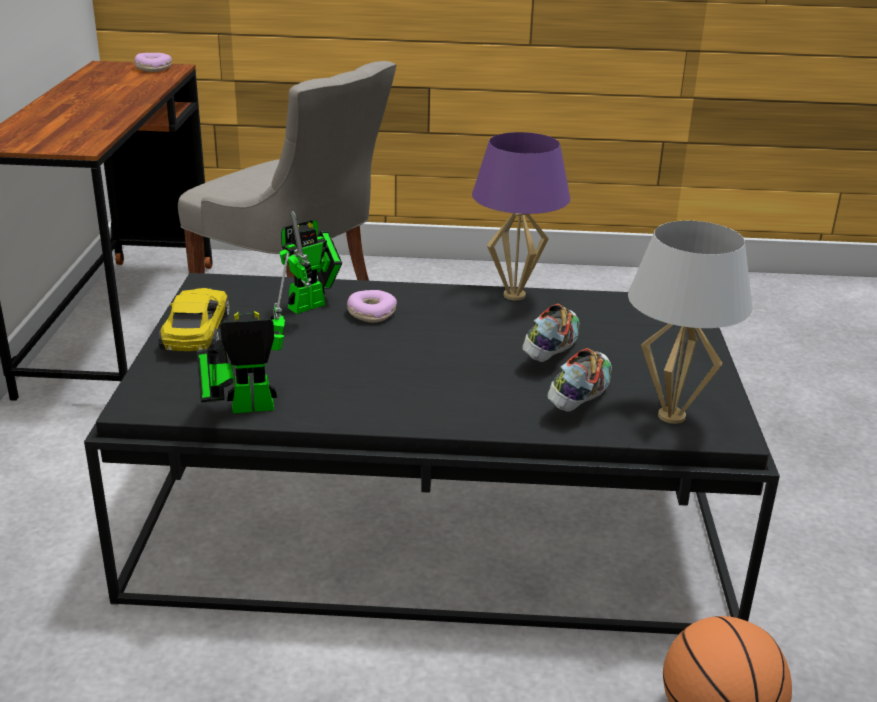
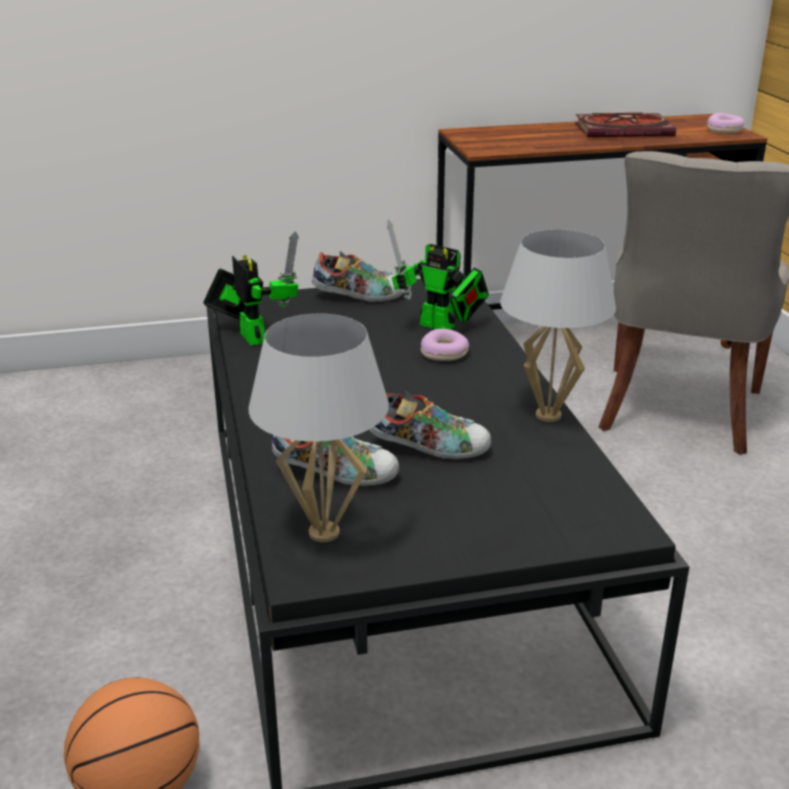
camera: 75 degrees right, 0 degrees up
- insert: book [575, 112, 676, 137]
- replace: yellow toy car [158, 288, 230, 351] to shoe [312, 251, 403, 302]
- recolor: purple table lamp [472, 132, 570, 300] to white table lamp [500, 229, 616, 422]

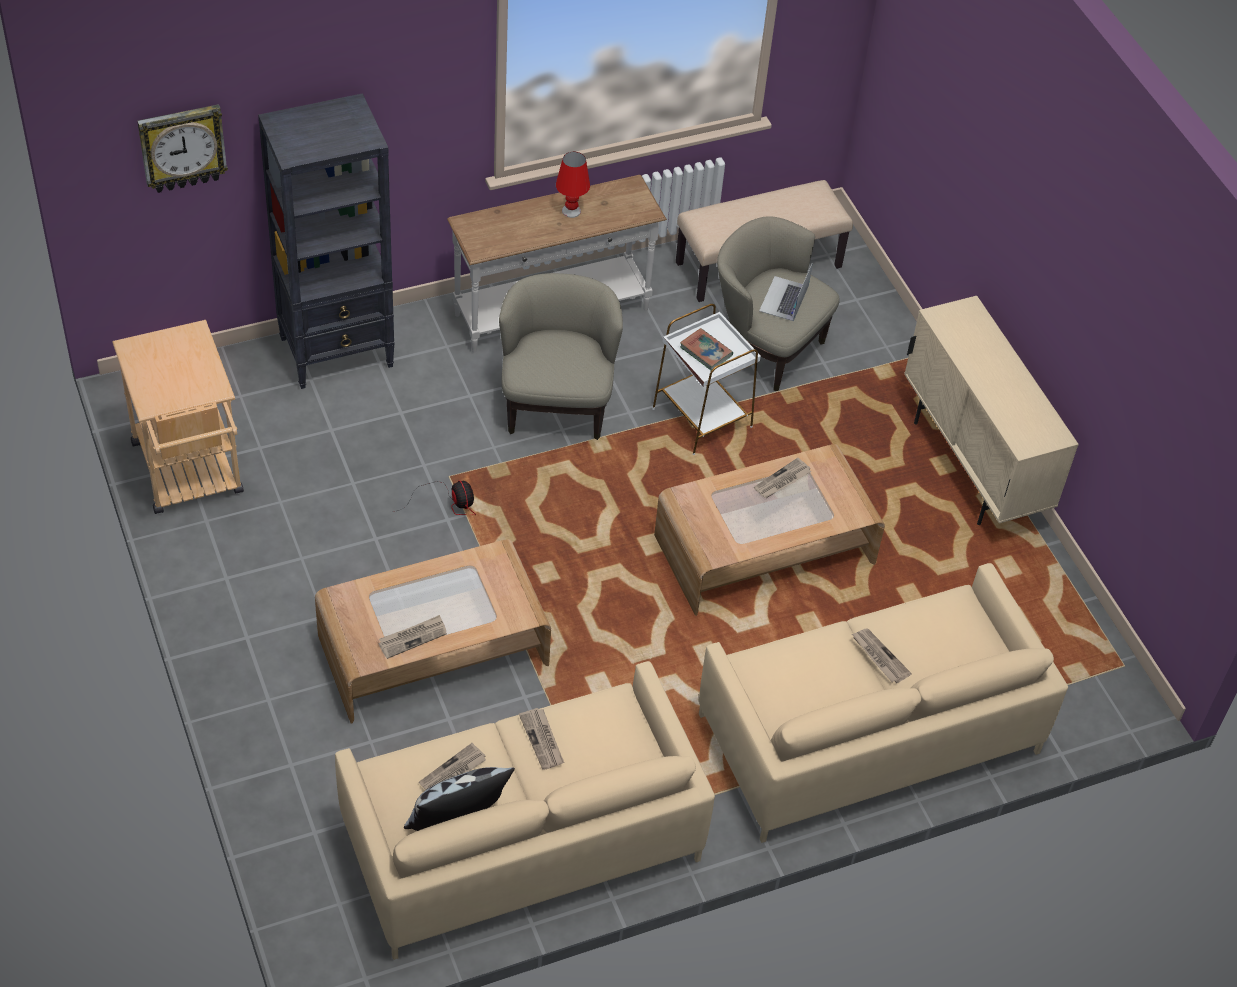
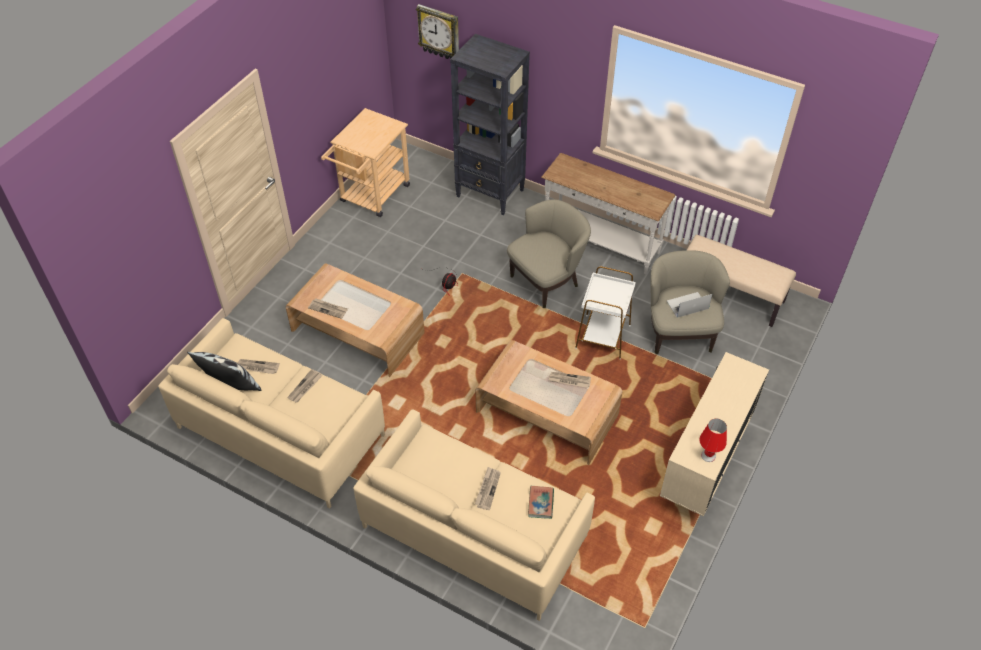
camera: 55 degrees right, 0 degrees up
- move: red table lamp [556, 152, 590, 218] to [699, 419, 727, 462]
- move: book [680, 328, 733, 370] to [528, 486, 554, 519]

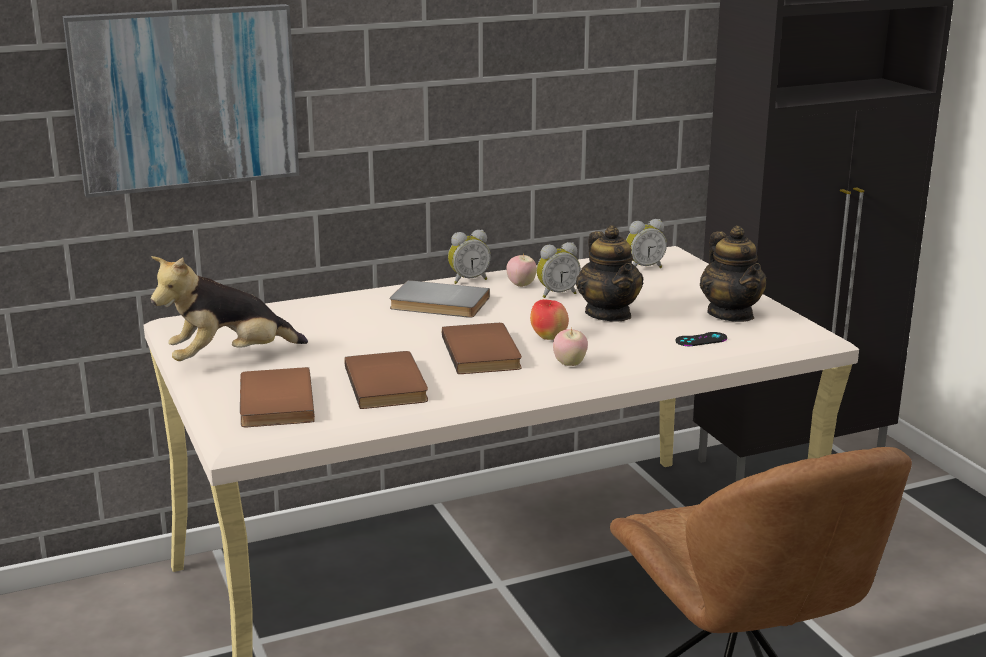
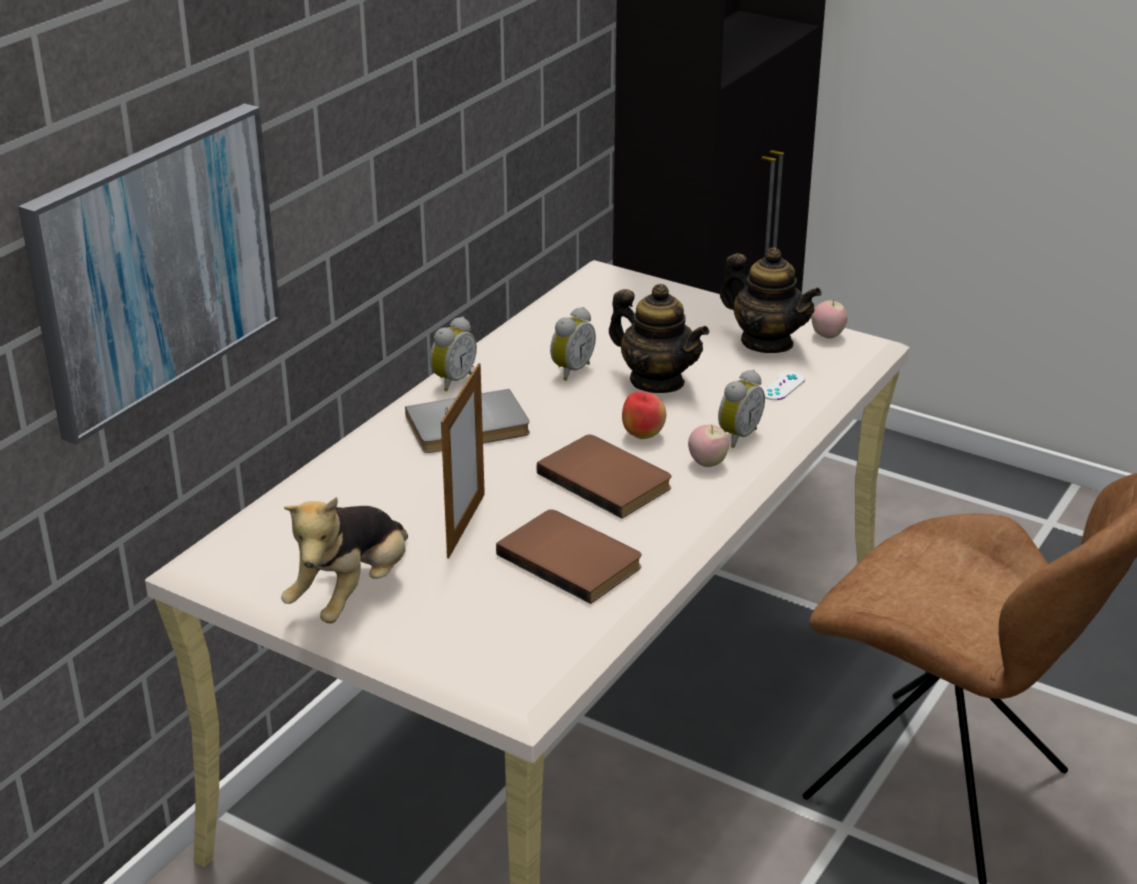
camera: 35 degrees left, 10 degrees up
- delete: brown book [240, 367, 315, 427]
- insert: picture frame [441, 363, 485, 558]
- move: apple [506, 253, 537, 287] to [812, 299, 847, 339]
- move: alarm clock [626, 219, 667, 268] to [718, 369, 765, 448]
- recolor: black game controller [675, 332, 727, 346] to white game controller [762, 371, 805, 400]

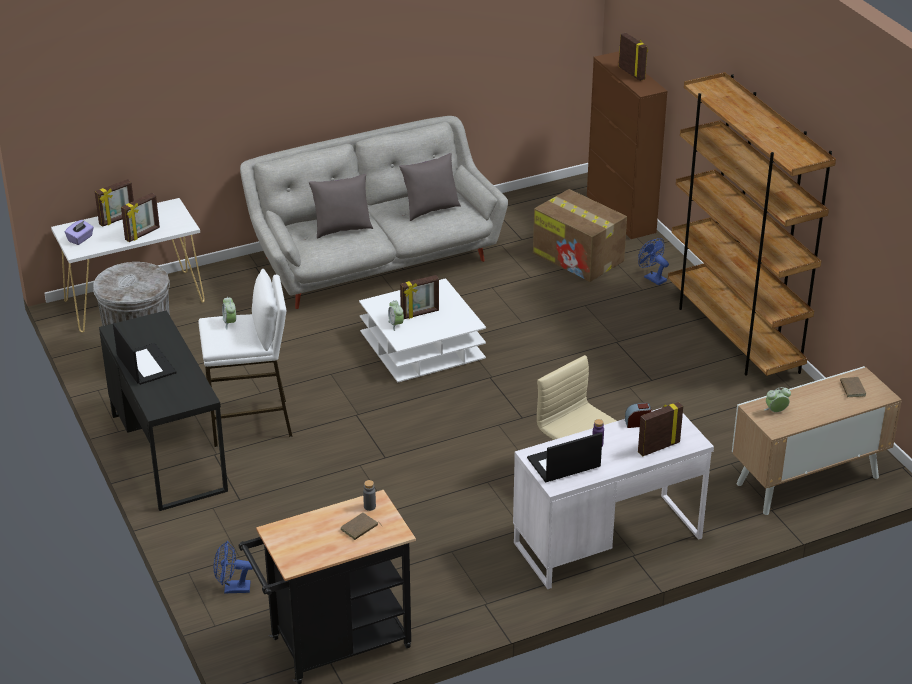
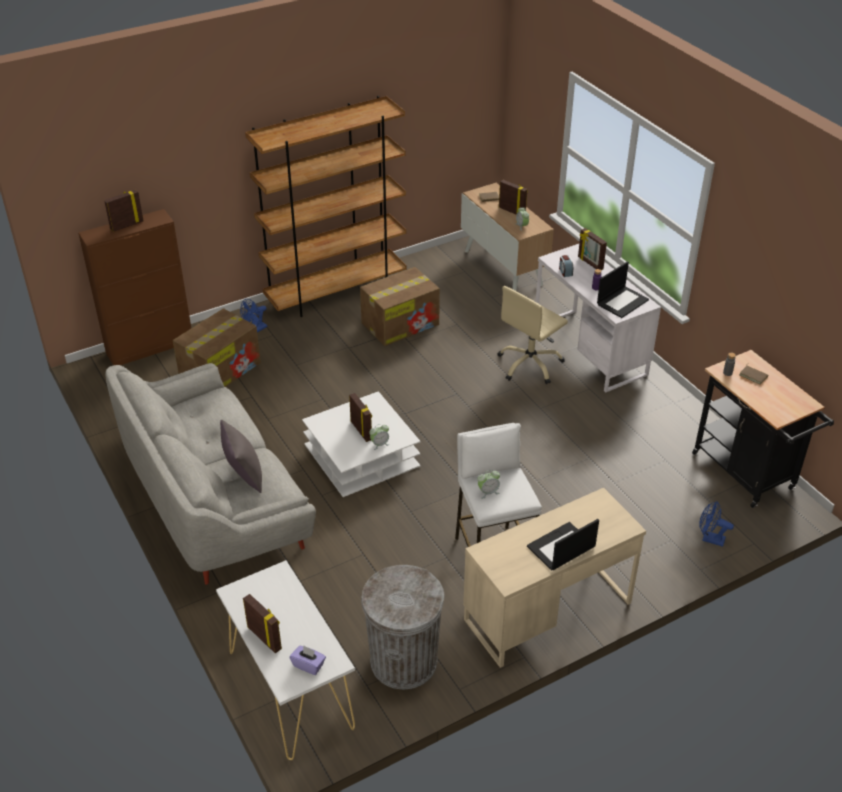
camera: 95 degrees left, 5 degrees up
- delete: grey pillow [399, 153, 461, 221]
- insert: cardboard box [360, 267, 440, 346]
- move: picture frame [121, 193, 160, 242] to [499, 180, 528, 215]
- recolor: black desk [99, 310, 228, 511] to beige desk [463, 488, 646, 668]
- rotate: blue fan [214, 541, 253, 594] = [699, 501, 734, 547] 120 degrees clockwise
- rotate: laptop [527, 432, 603, 482] = [597, 261, 649, 318] 105 degrees counterclockwise

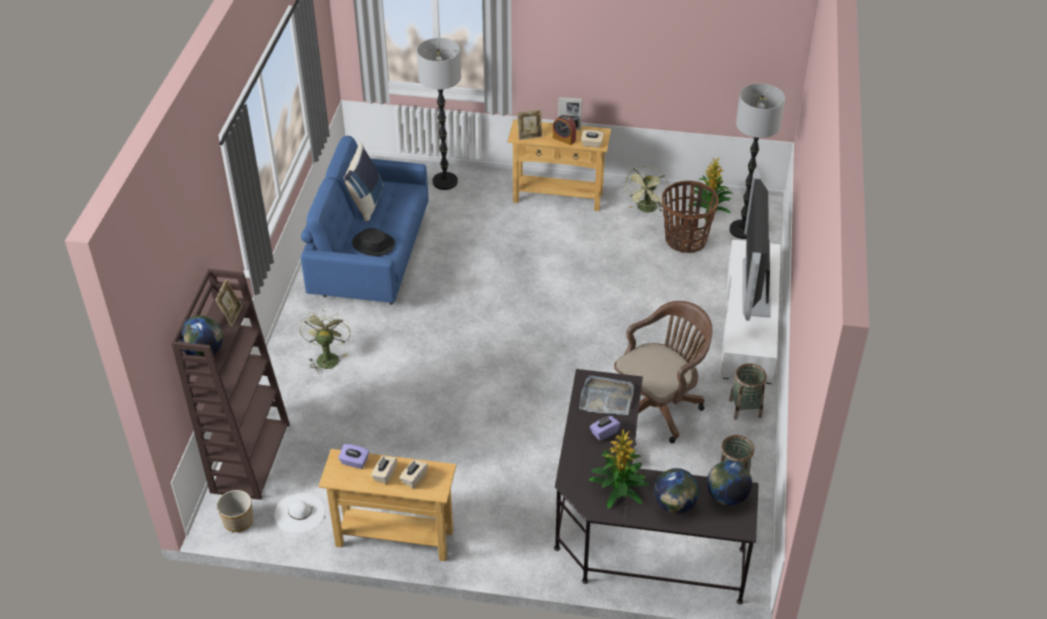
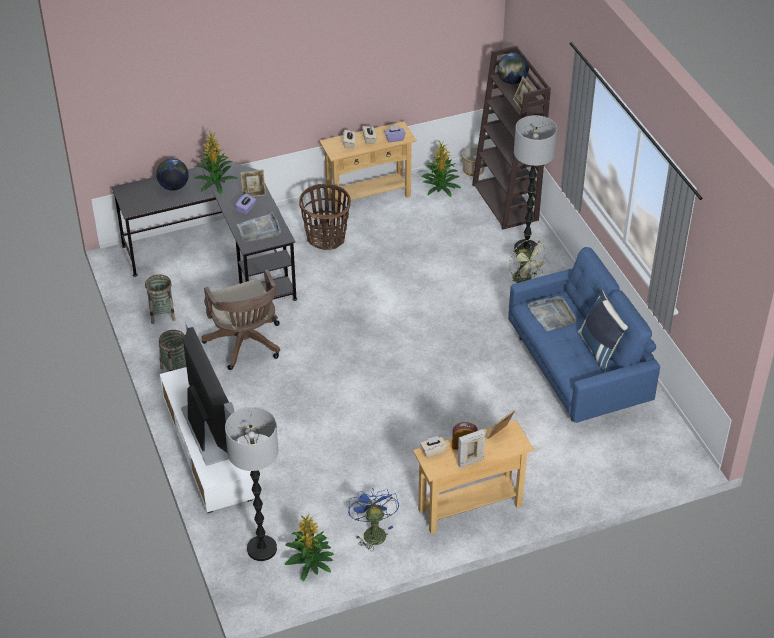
camera: 150 degrees right, 0 degrees up
- delete: globe [707, 460, 752, 506]
- insert: picture frame [240, 170, 266, 197]
- move: floor lamp [417, 38, 461, 190] to [514, 115, 557, 254]
- move: basket [662, 181, 719, 253] to [299, 184, 351, 250]
- replace: white hat [274, 493, 325, 533] to potted plant [422, 141, 461, 197]
- replace: black hat [352, 228, 395, 256] to grey tray [527, 296, 577, 331]
- recolor: green fan [624, 165, 669, 212] to blue fan [348, 488, 399, 551]
- rotate: brown office chair [614, 301, 713, 443] = [202, 269, 280, 370] 45 degrees counterclockwise

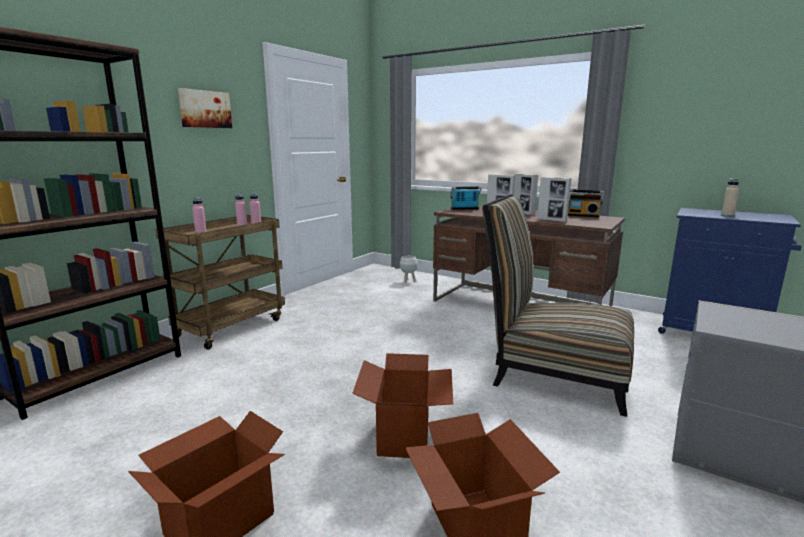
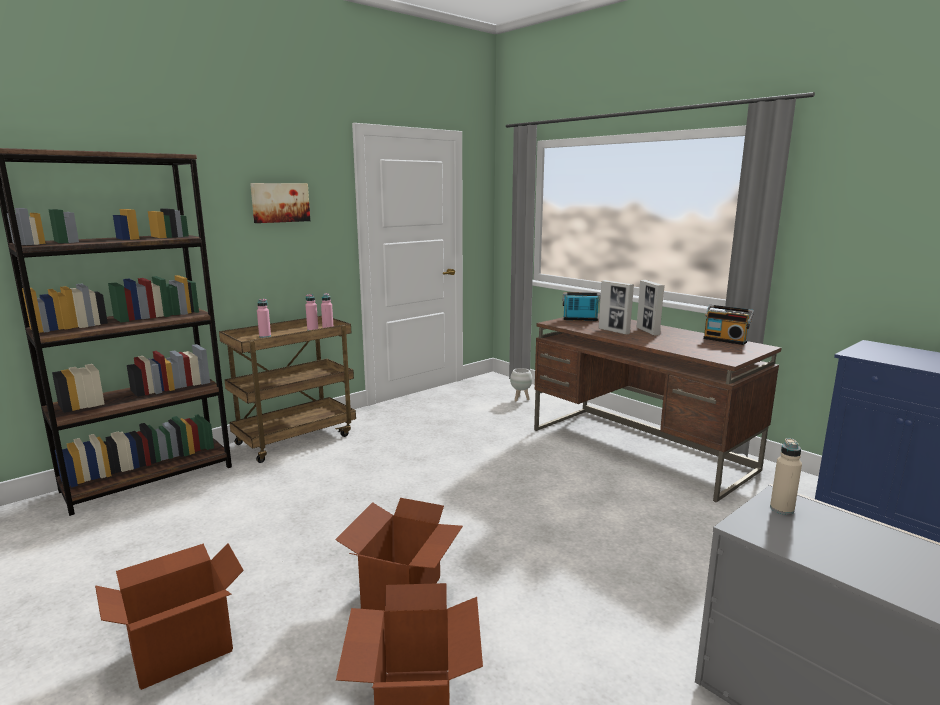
camera: 15 degrees right, 0 degrees up
- delete: chair [482, 194, 634, 417]
- delete: picture frame [537, 177, 572, 222]
- move: beige bottle [721, 178, 739, 217] to [770, 438, 802, 515]

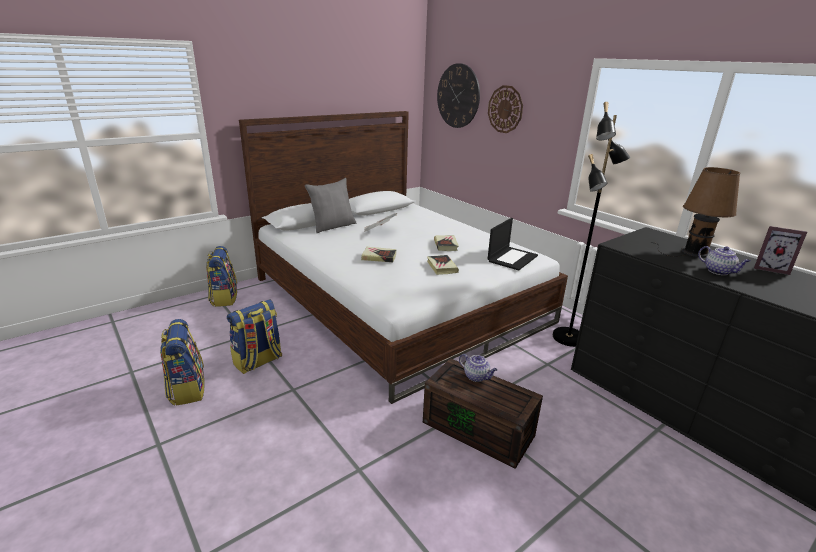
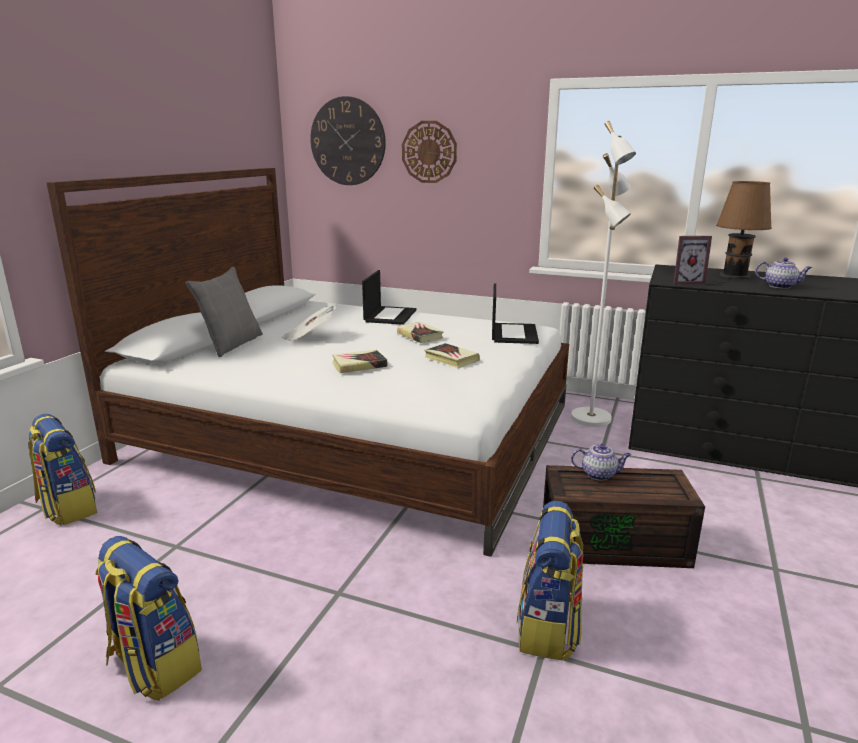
camera: 30 degrees left, 5 degrees down
- insert: laptop [362, 270, 417, 325]
- move: backpack [227, 299, 282, 374] to [517, 501, 584, 661]
- move: picture frame [754, 226, 807, 275] to [673, 236, 712, 285]
- recolor: black floor lamp [553, 102, 630, 347] to white floor lamp [571, 121, 636, 427]

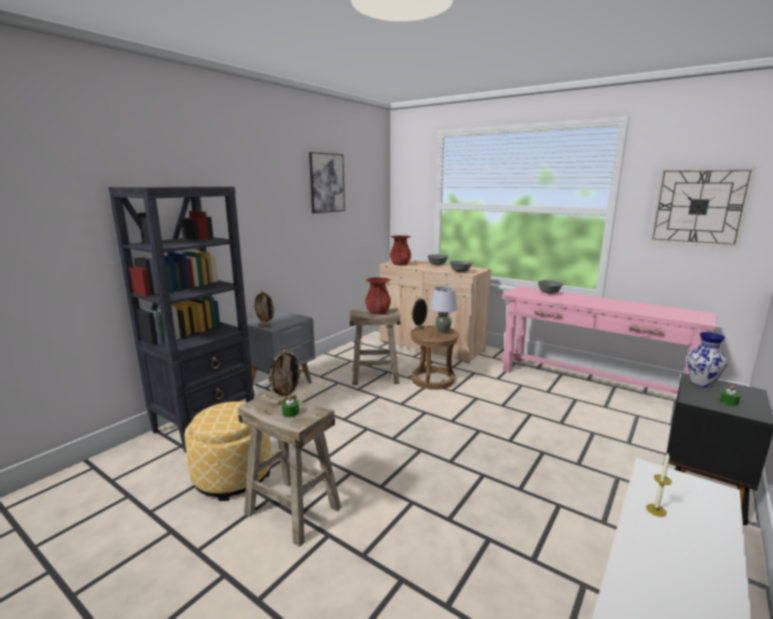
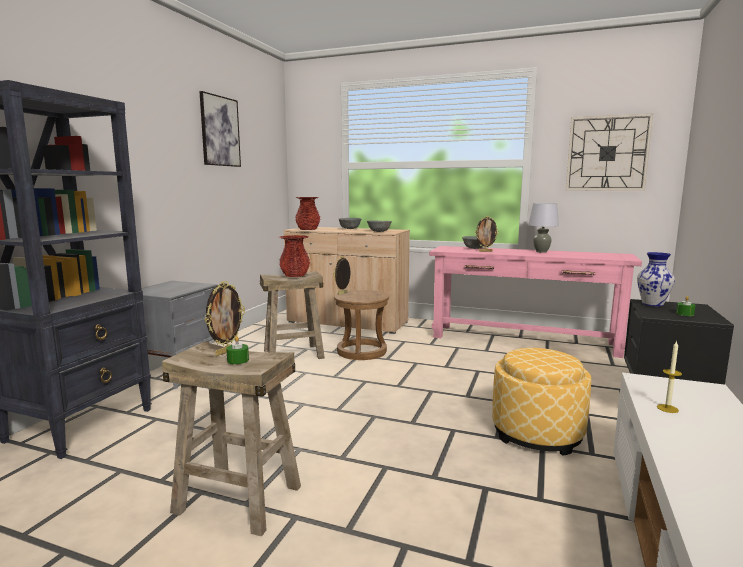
camera: 15 degrees left, 5 degrees down
- move: ottoman [184, 402, 271, 501] to [492, 348, 591, 456]
- move: picture frame [253, 291, 275, 327] to [475, 216, 499, 252]
- move: grey table lamp [430, 286, 458, 333] to [528, 203, 559, 253]

